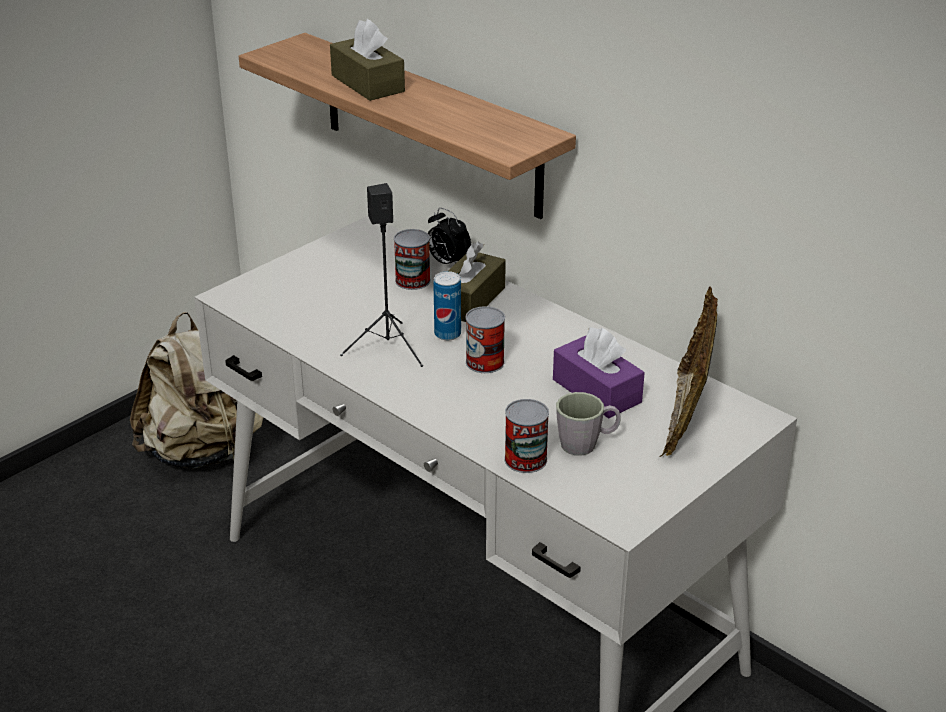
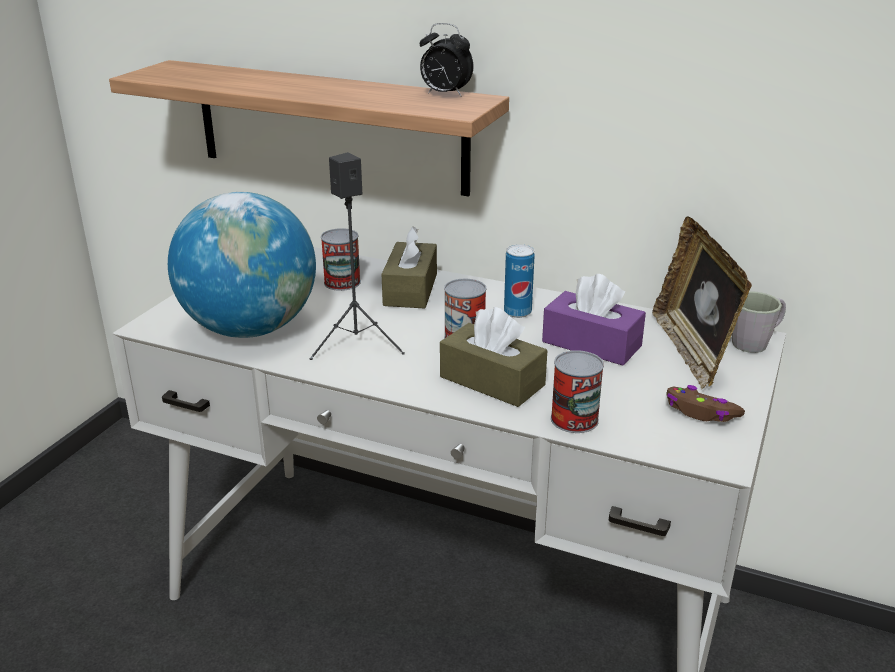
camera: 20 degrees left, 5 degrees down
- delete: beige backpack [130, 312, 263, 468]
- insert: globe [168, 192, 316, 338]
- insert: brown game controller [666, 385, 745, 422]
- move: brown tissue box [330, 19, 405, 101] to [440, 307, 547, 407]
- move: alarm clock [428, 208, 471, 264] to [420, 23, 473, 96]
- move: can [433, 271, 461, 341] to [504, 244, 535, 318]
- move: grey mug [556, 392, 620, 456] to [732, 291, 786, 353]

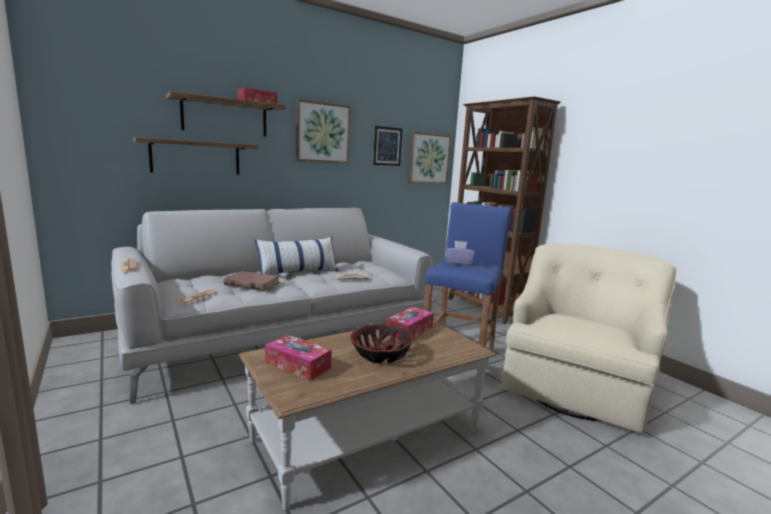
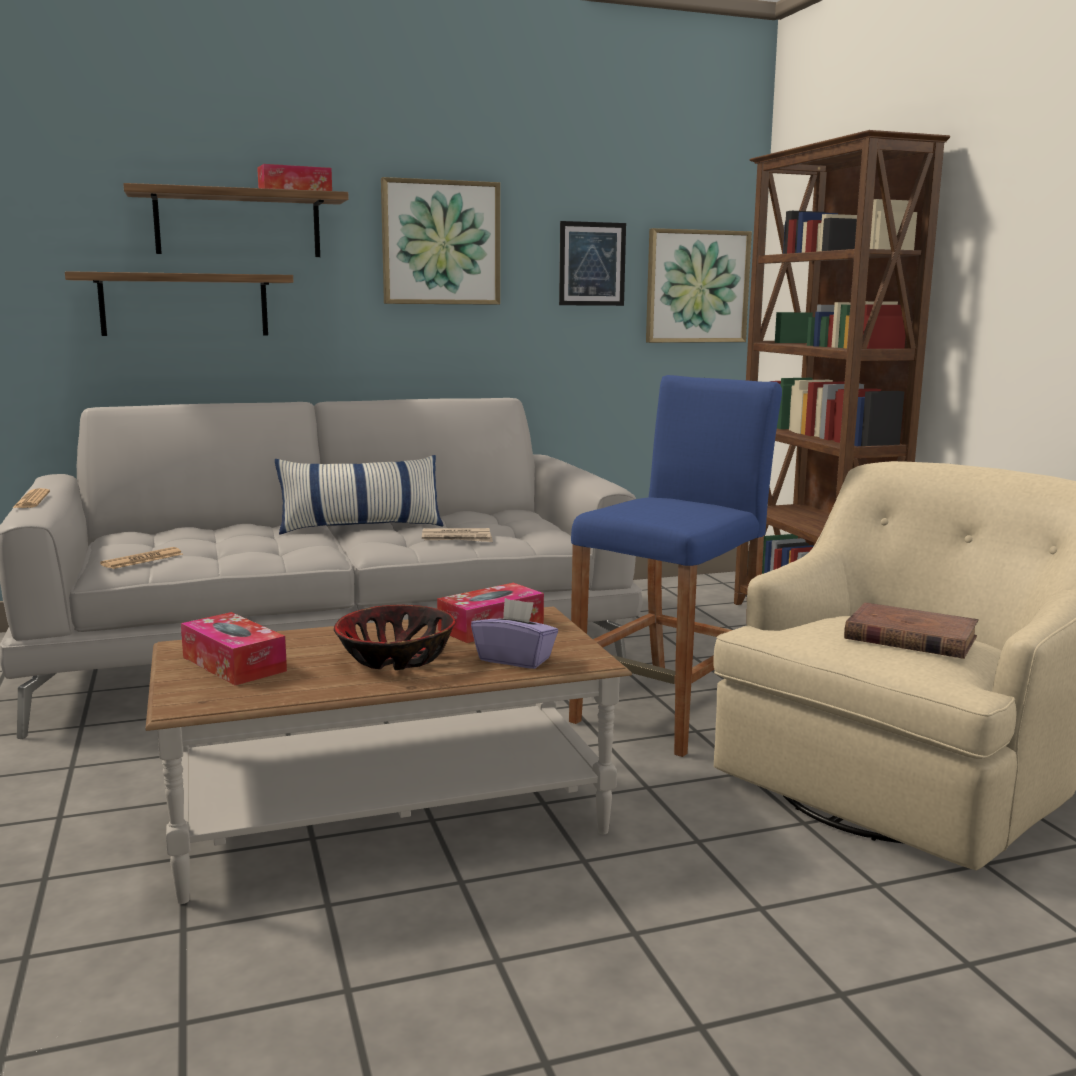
camera: 15 degrees right, 0 degrees up
- move: brown book [224, 271, 280, 291] to [844, 602, 979, 659]
- move: purple tissue box [445, 241, 475, 266] to [471, 598, 558, 669]

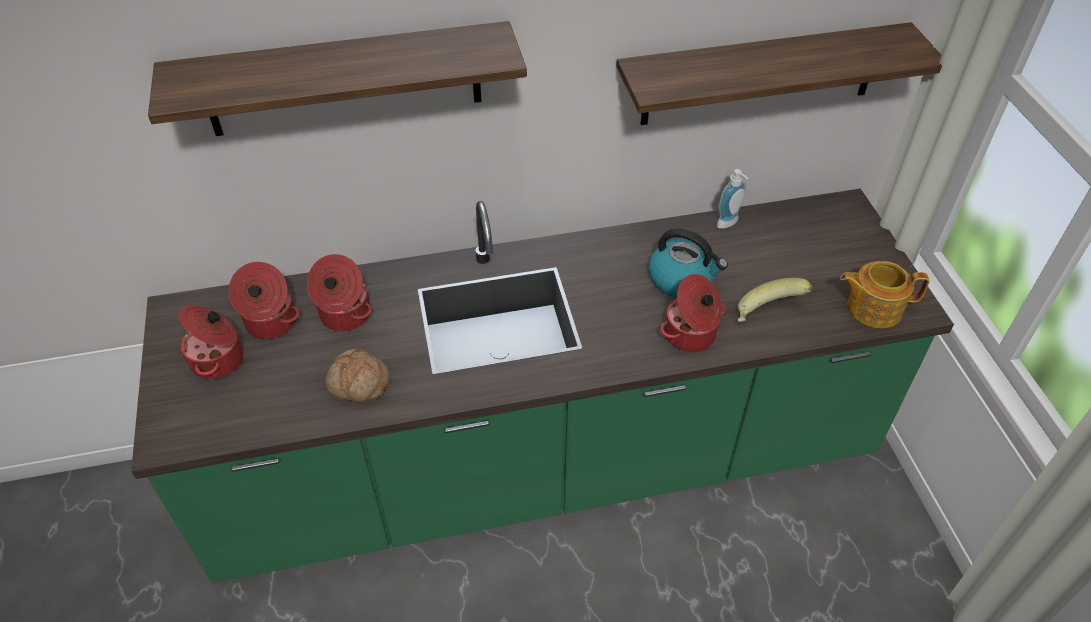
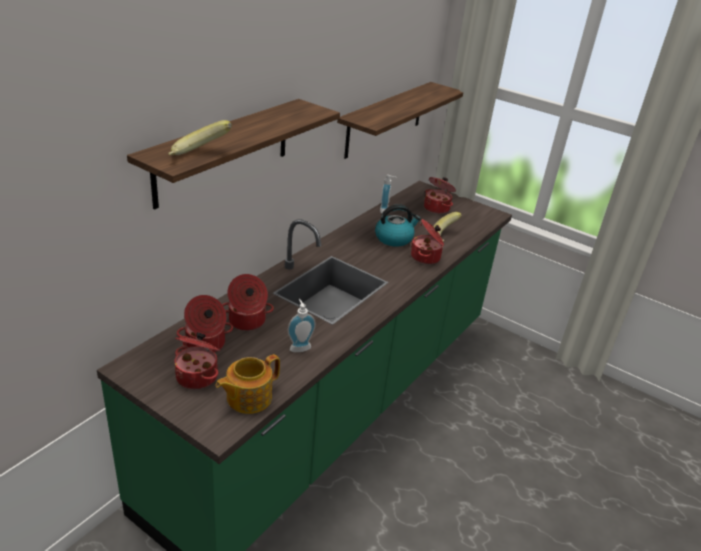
camera: 45 degrees left, 15 degrees down
- insert: banana [168, 120, 232, 155]
- insert: cooking pot [424, 177, 456, 214]
- move: teapot [840, 261, 930, 328] to [216, 354, 280, 414]
- replace: bread [325, 349, 390, 402] to soap dispenser [288, 299, 316, 352]

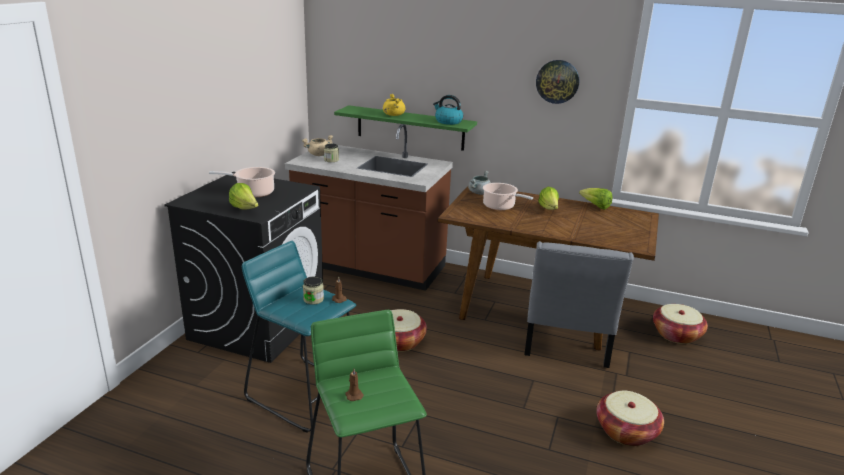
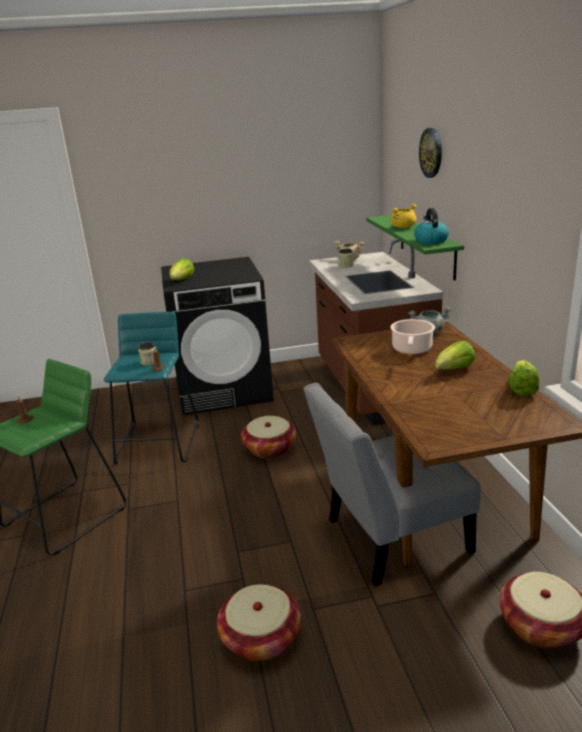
camera: 60 degrees right, 0 degrees up
- delete: cooking pot [209, 167, 275, 197]
- move: wall clock [536, 60, 579, 104] to [419, 128, 442, 178]

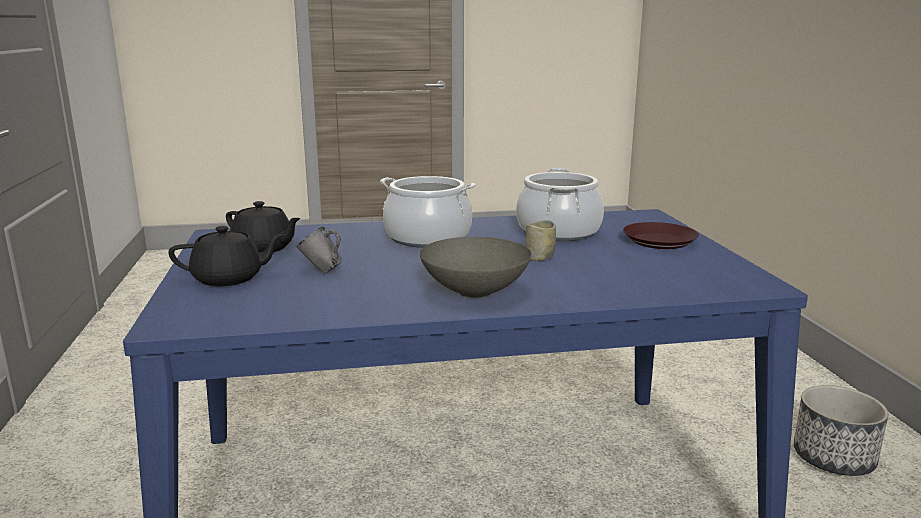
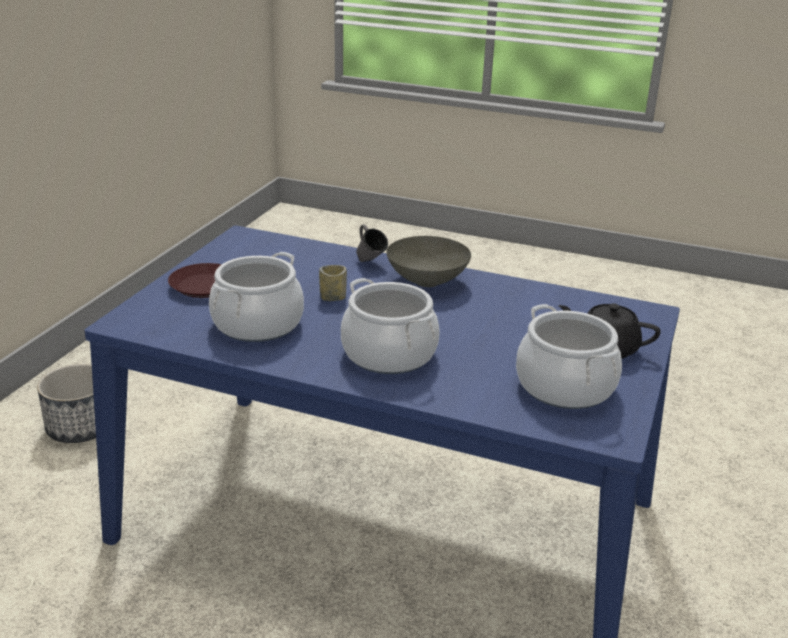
camera: 150 degrees left, 10 degrees up
- move: grey mug [296, 227, 342, 274] to [356, 225, 388, 262]
- replace: black teapot [226, 201, 301, 253] to cooking pot [516, 304, 622, 409]

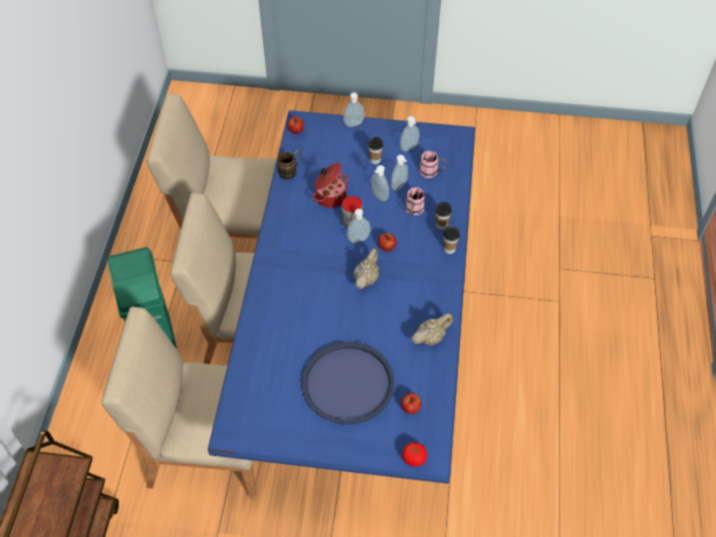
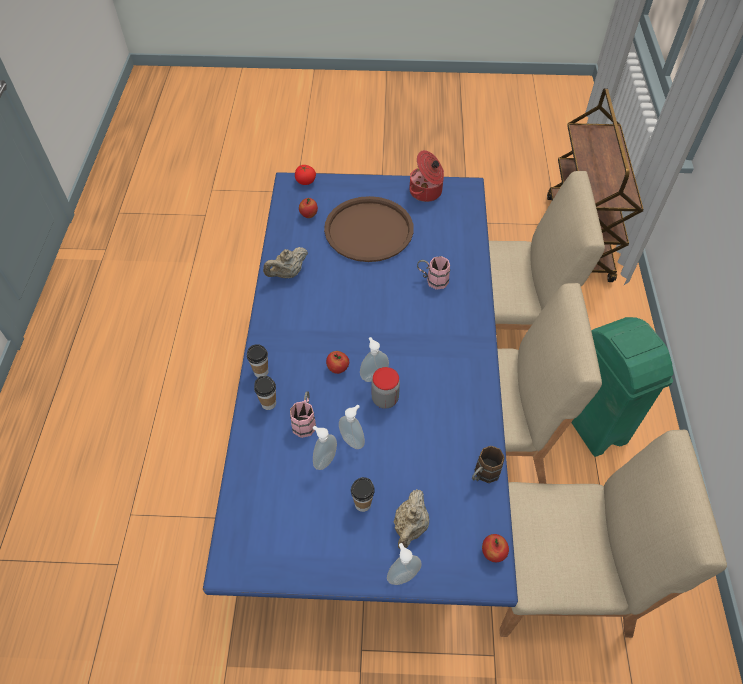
camera: 175 degrees right, 0 degrees up
- delete: soap dispenser [400, 116, 419, 151]
- move: cooking pot [313, 163, 348, 208] to [409, 150, 444, 202]
- move: beige teapot [354, 249, 379, 289] to [394, 489, 429, 549]
- move: pink mug [419, 151, 448, 178] to [417, 256, 450, 290]
- recolor: blue tray [301, 342, 395, 424] to brown tray [324, 196, 414, 262]

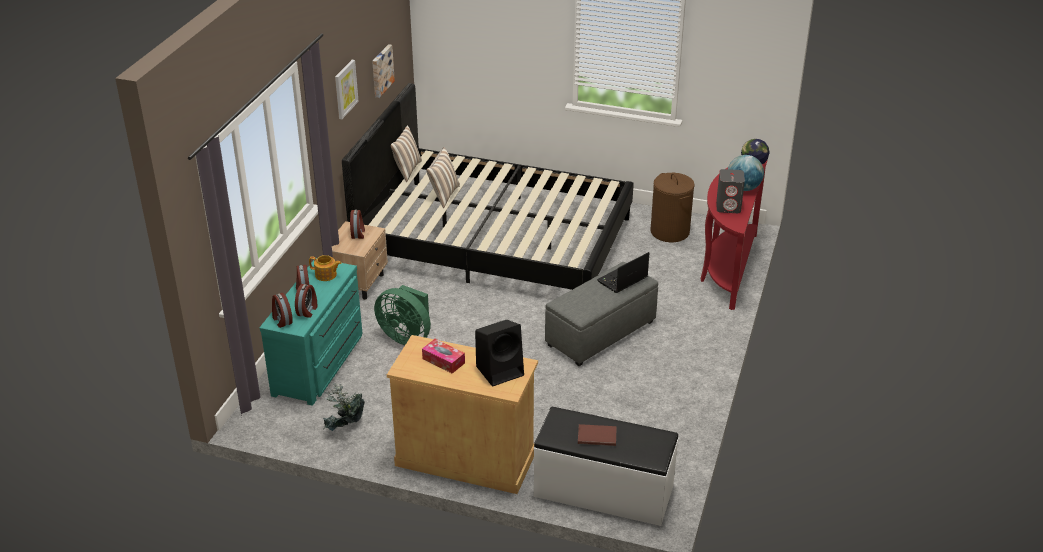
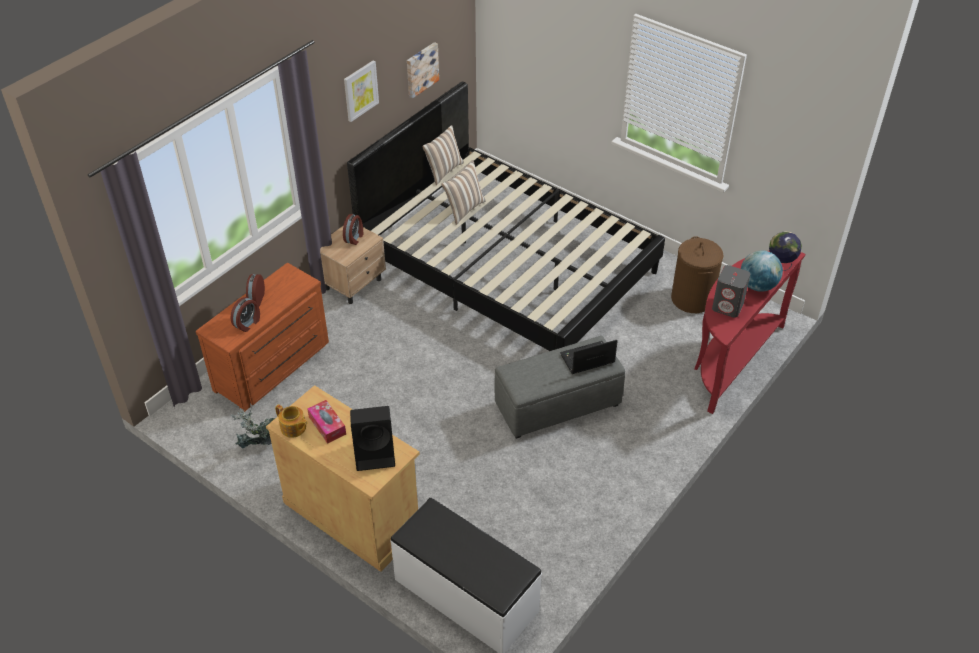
camera: 20 degrees right, 10 degrees up
- delete: alarm clock [272, 293, 293, 328]
- delete: green fan [374, 285, 431, 345]
- delete: brown book [578, 424, 617, 446]
- move: teapot [309, 255, 342, 281] to [275, 404, 308, 438]
- recolor: turquoise dresser [260, 258, 362, 406] to brown dresser [196, 263, 329, 412]

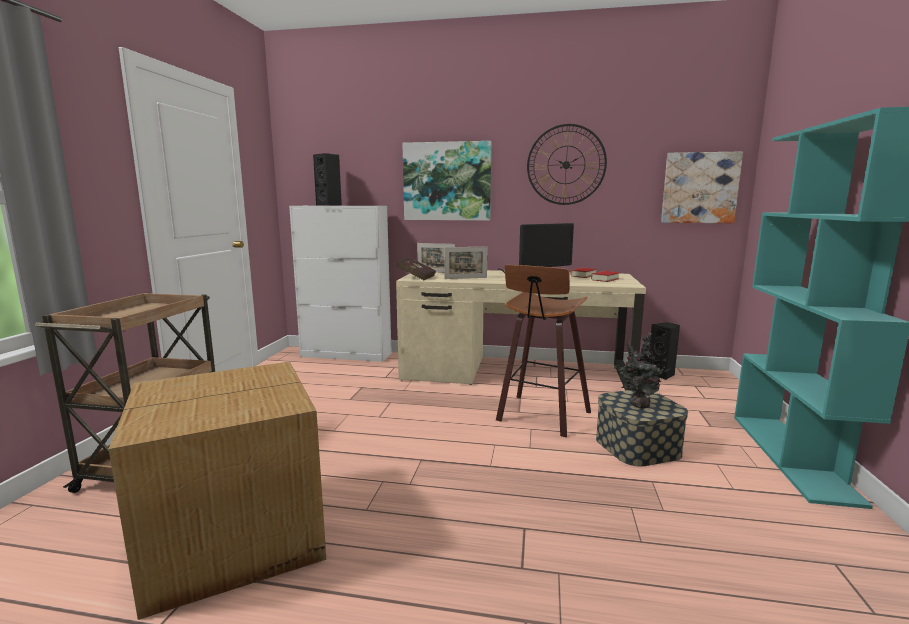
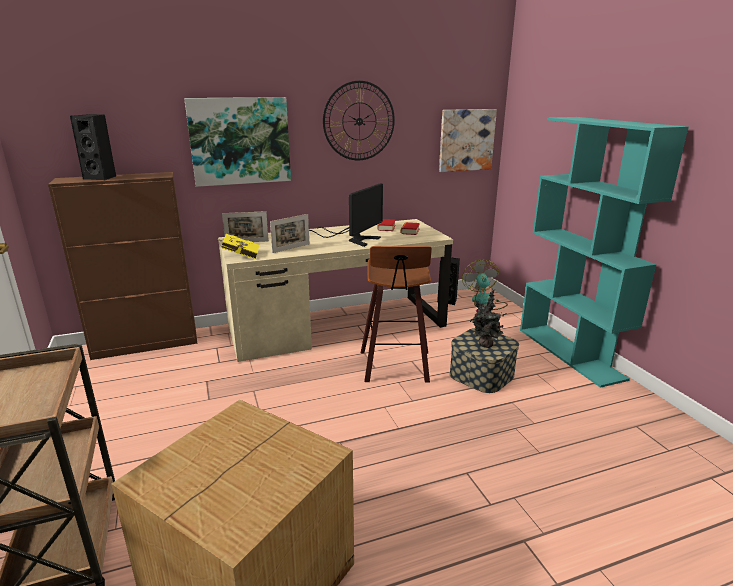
camera: 30 degrees left, 10 degrees up
- insert: fan [462, 260, 508, 310]
- recolor: white cabinet [289, 206, 392, 362] to brown cabinet [48, 172, 197, 360]
- recolor: red book [397, 257, 436, 280] to yellow book [218, 234, 259, 259]

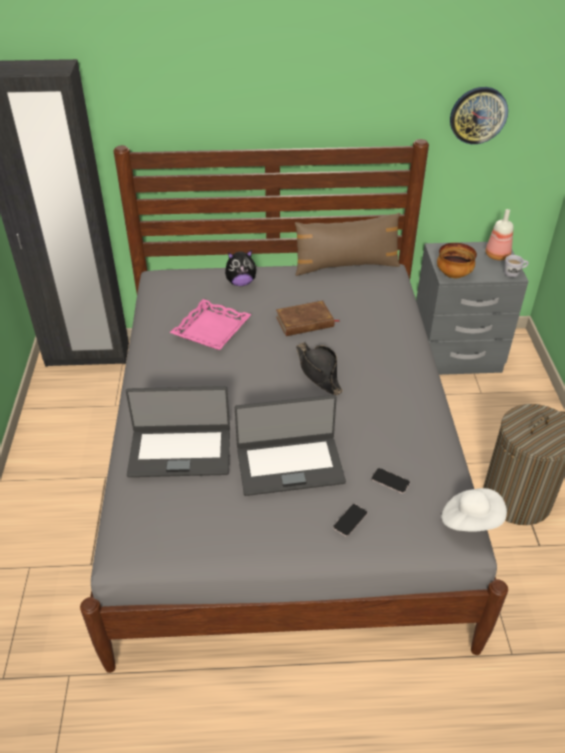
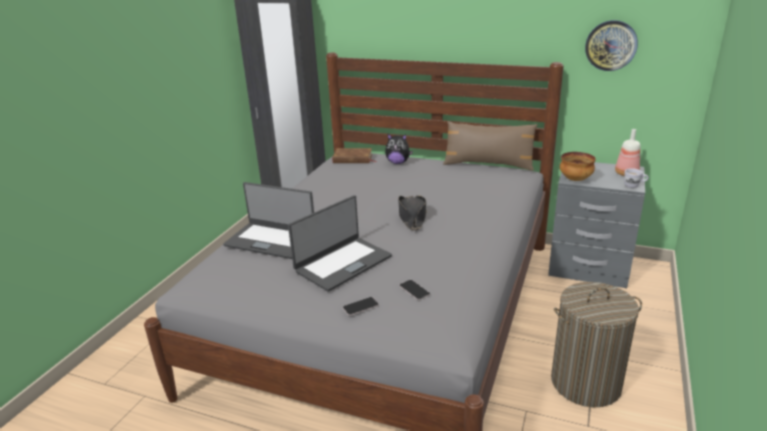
camera: 25 degrees right, 15 degrees down
- delete: pink tray [170, 299, 252, 350]
- delete: white hat [442, 488, 507, 532]
- move: brown book [276, 301, 339, 336] to [332, 148, 376, 163]
- rotate: laptop [235, 395, 346, 496] = [288, 195, 392, 292] 60 degrees counterclockwise

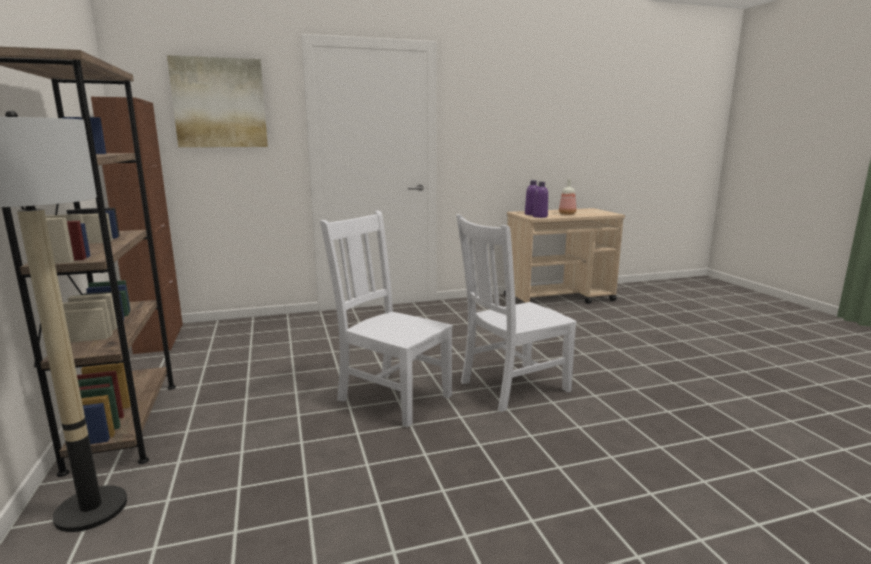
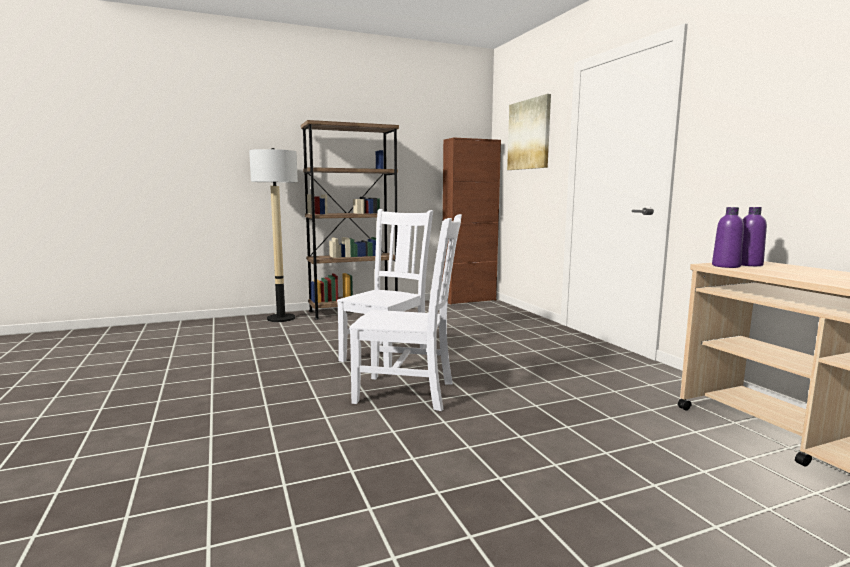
camera: 85 degrees right, 5 degrees down
- delete: bottle [559, 179, 576, 215]
- rotate: white chair [456, 214, 577, 412] = [349, 214, 462, 411] 135 degrees clockwise

